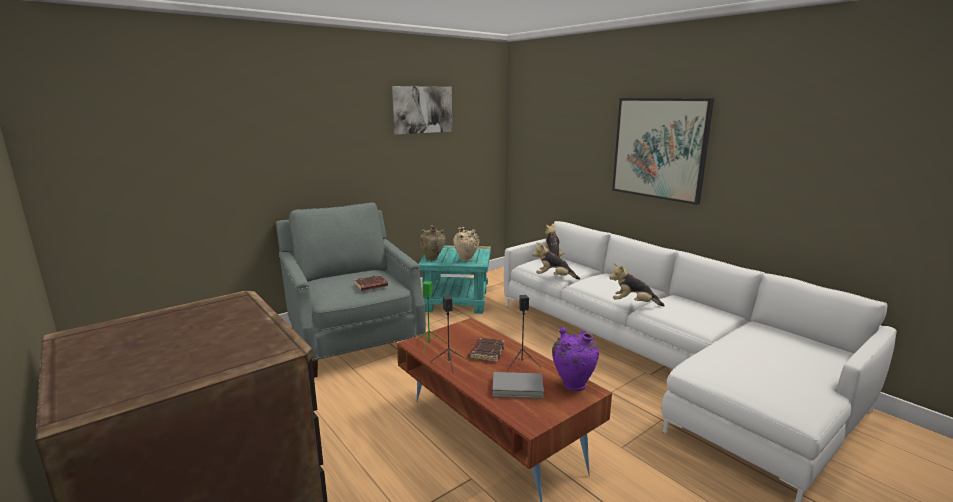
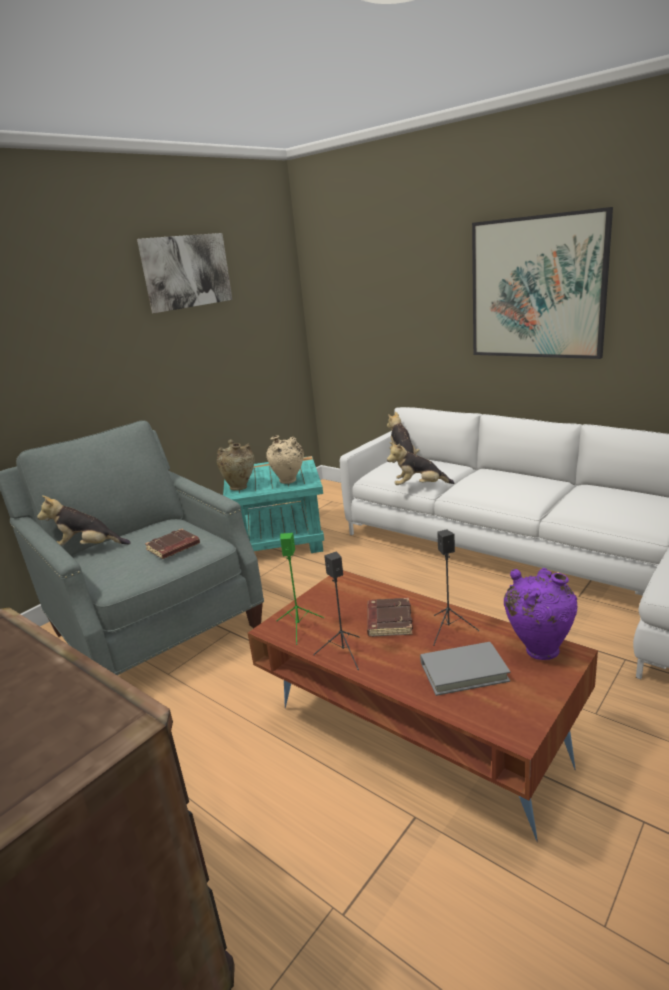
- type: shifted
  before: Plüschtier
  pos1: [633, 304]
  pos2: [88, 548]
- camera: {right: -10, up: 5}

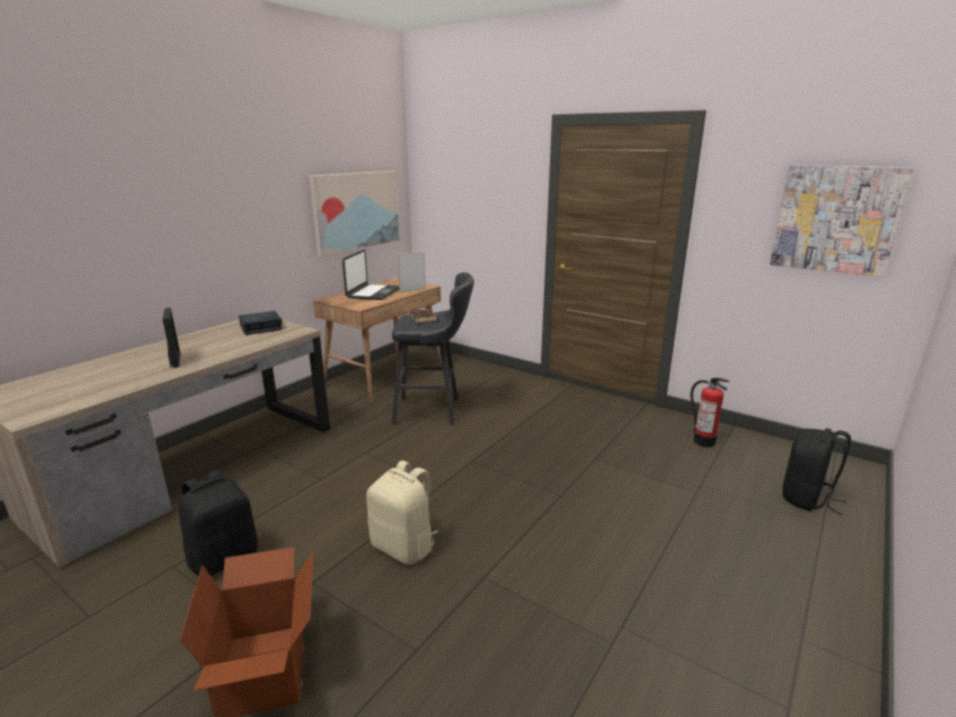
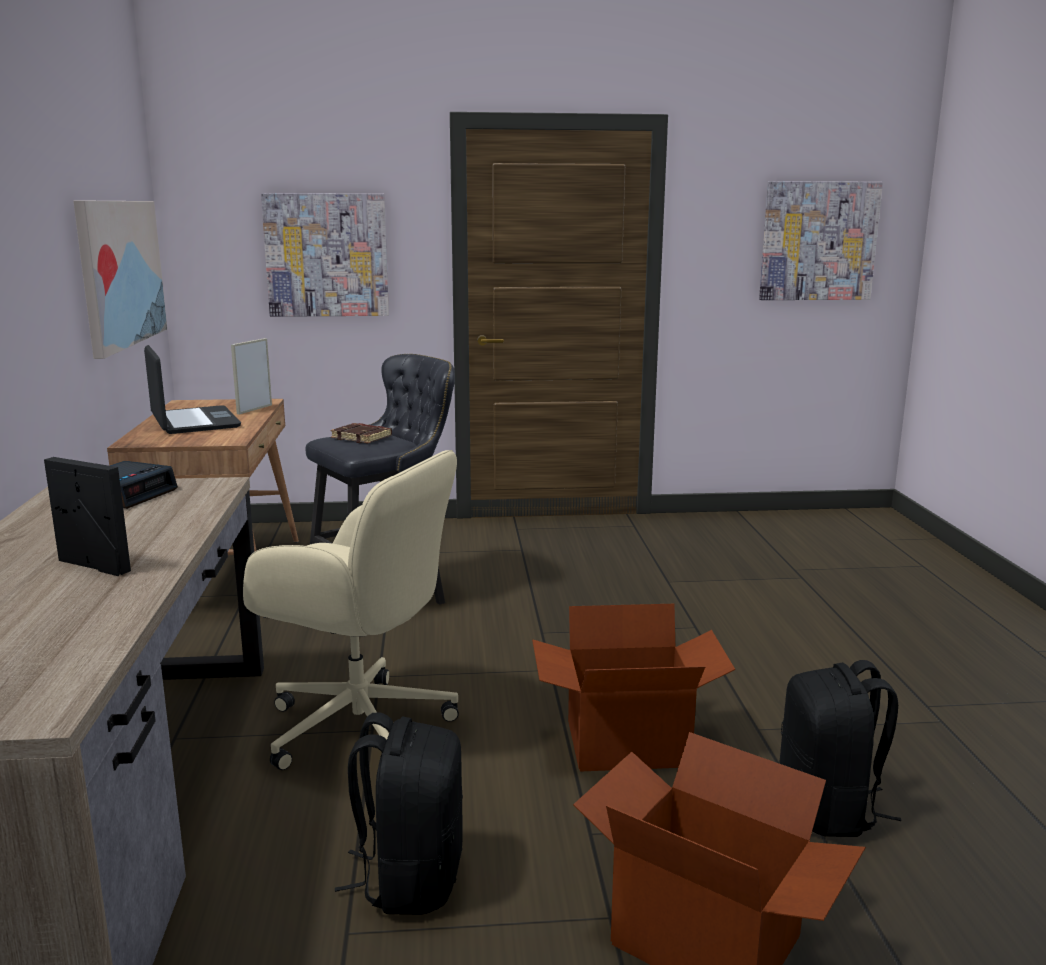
- type: new
  after: Bürostuhl/beige
  pos2: [358, 728]
- type: new
  after: Bild
  pos2: [326, 255]
- type: swapped
  before: Rucksack/beige
  after: Karton
  pos1: [404, 547]
  pos2: [627, 745]
- type: shifted
  before: Rucksack/schwarz
  pos1: [807, 498]
  pos2: [829, 809]
- type: gone
  before: Feuerlöscher
  pos1: [704, 441]
- camera: {right: -40, up: -5}

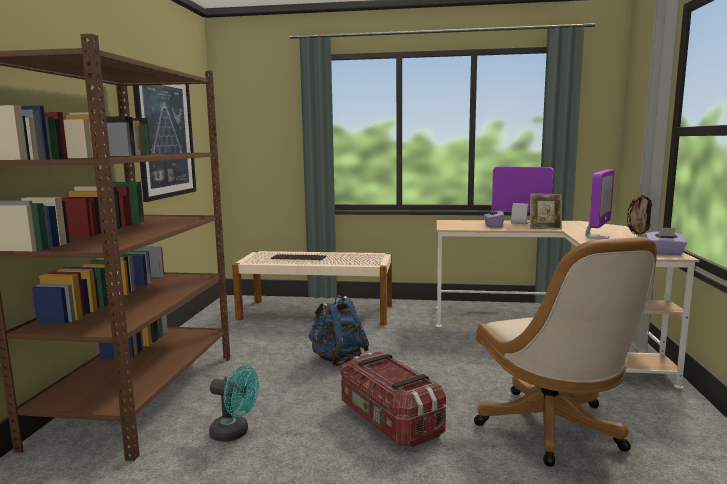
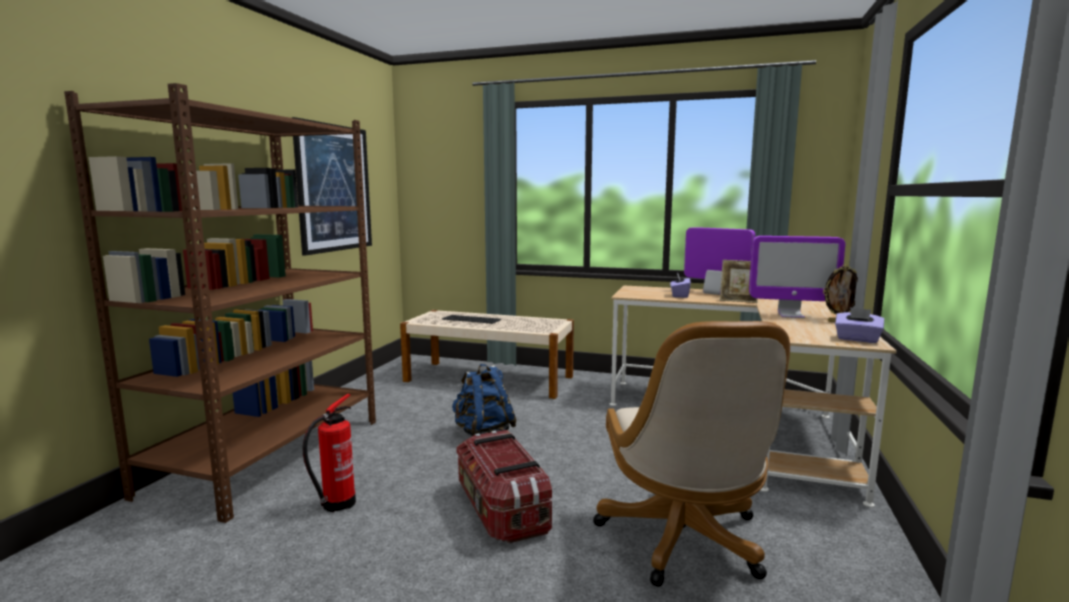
- type: swapped
  before: Ventilator/türkis
  after: Feuerlöscher
  pos1: [235, 433]
  pos2: [336, 505]
- type: rotated
  before: Monitor
  pos1: [597, 237]
  pos2: [790, 315]
  turn: 60
- camera: {right: 10, up: 0}

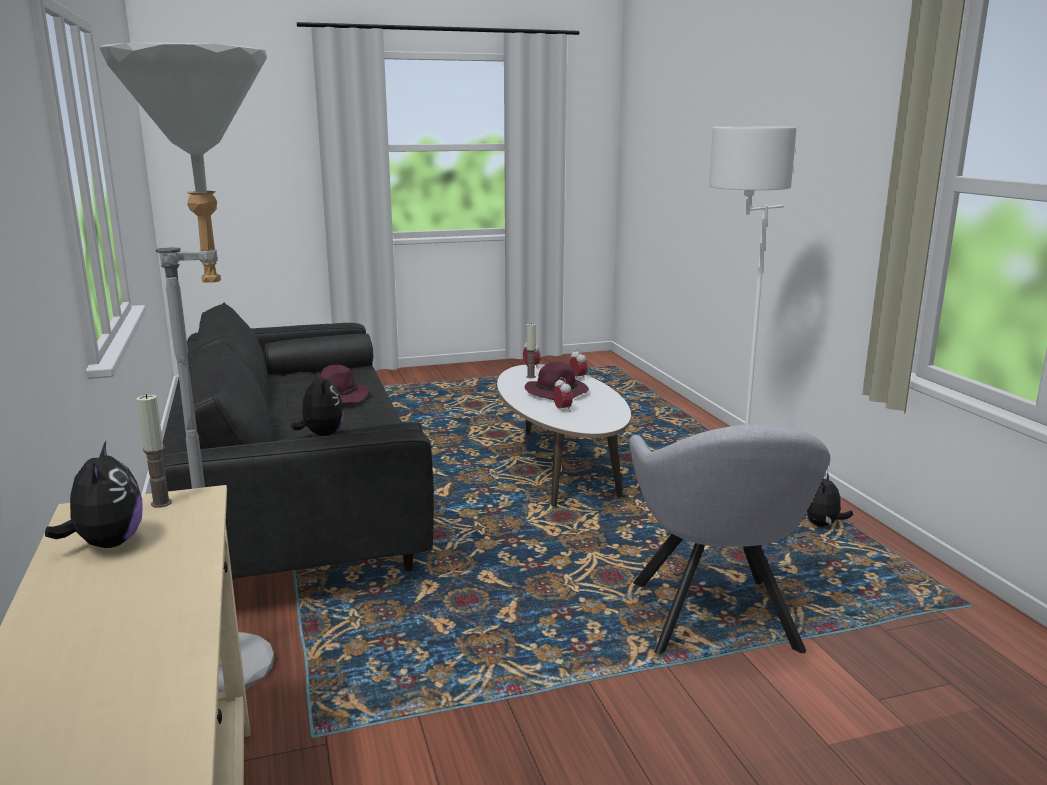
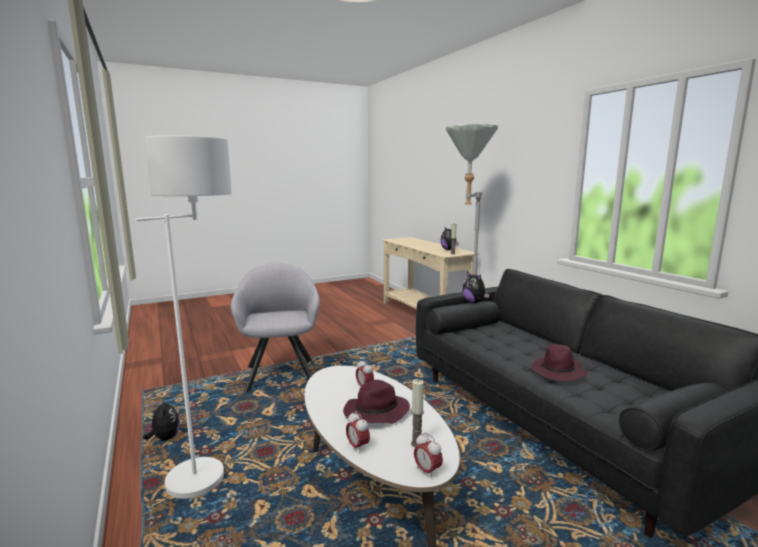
- type: rotated
  before: Plüschtier
  pos1: [823, 525]
  pos2: [165, 438]
  turn: -45
- camera: {right: 170, up: -5}

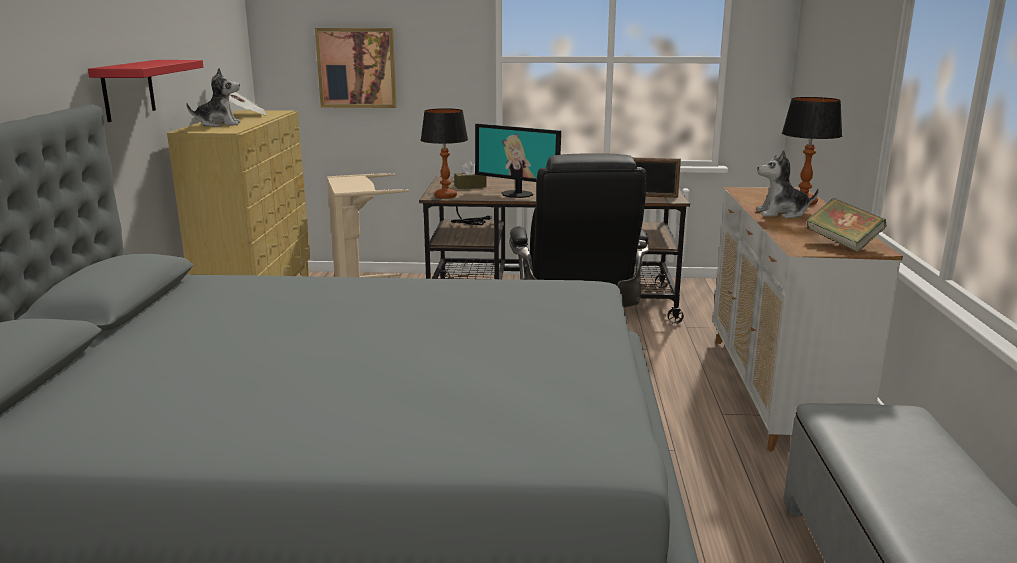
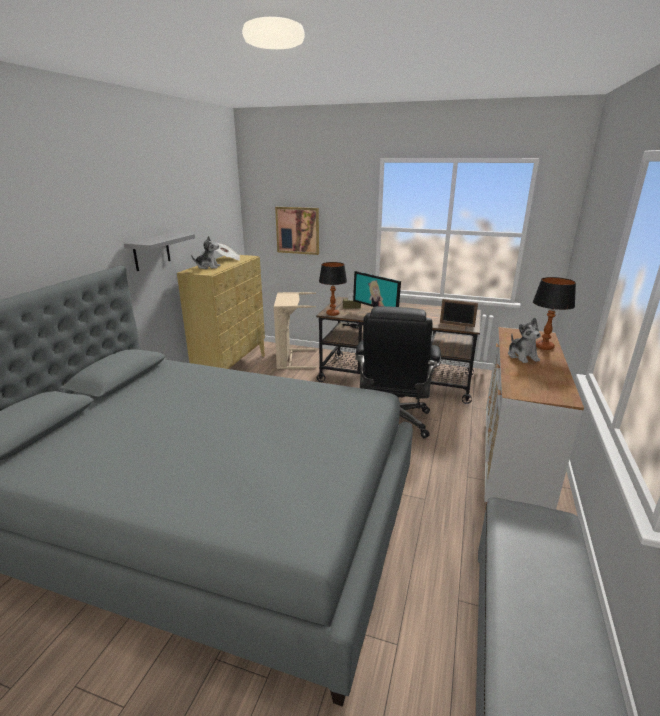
- type: repainted
  before: Wandregal/rot
  after: Wandregal/grau
  pos1: [128, 90]
  pos2: [151, 251]
- type: rotated
  before: Plüschtier
  pos1: [782, 214]
  pos2: [522, 356]
  turn: -120
- type: gone
  before: Buch
  pos1: [842, 243]
- camera: {right: 15, up: 5}

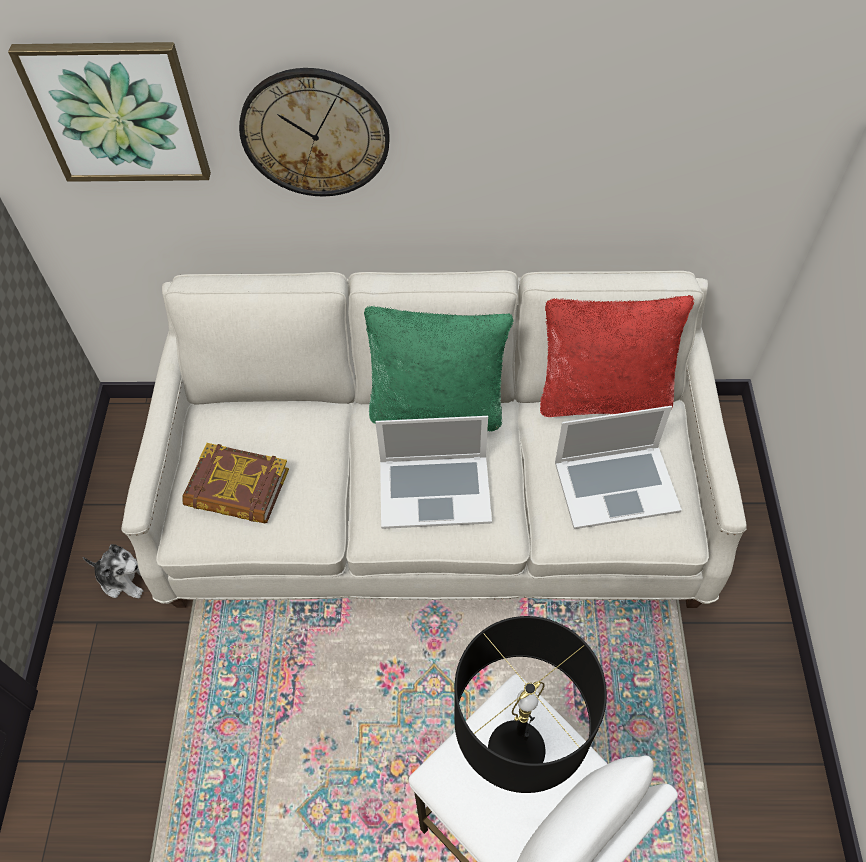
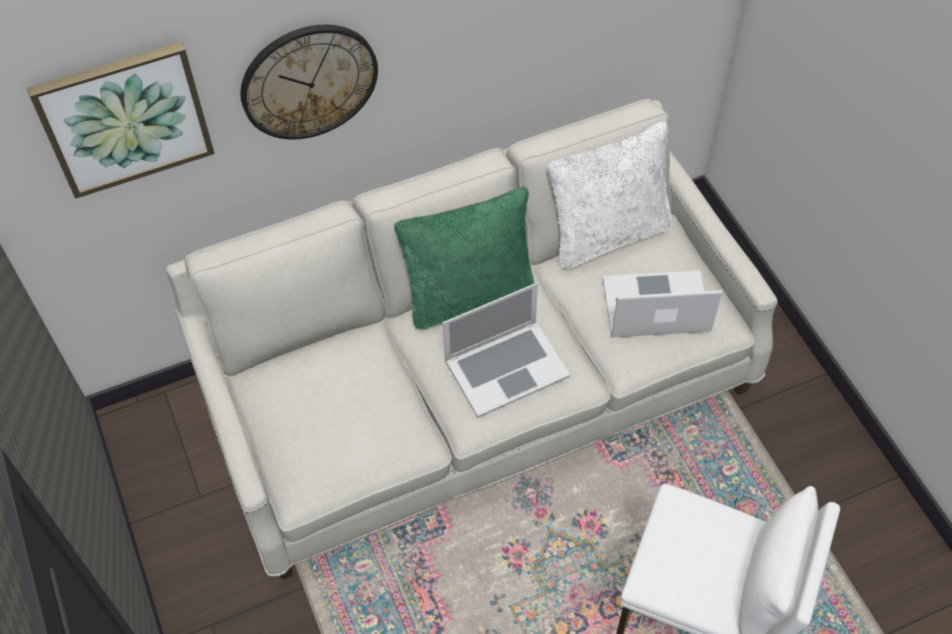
- type: repainted
  before: Kissen/rot
  after: Kissen/weiß
  pos1: [604, 400]
  pos2: [609, 236]
- type: rotated
  before: Laptop
  pos1: [616, 485]
  pos2: [656, 306]
  turn: -150
- type: gone
  before: Plüschtier
  pos1: [124, 578]
- type: gone
  before: Buch
  pos1: [237, 489]
- type: gone
  before: Tischlampe/schwarz
  pos1: [515, 751]
- camera: {right: -25, up: 0}

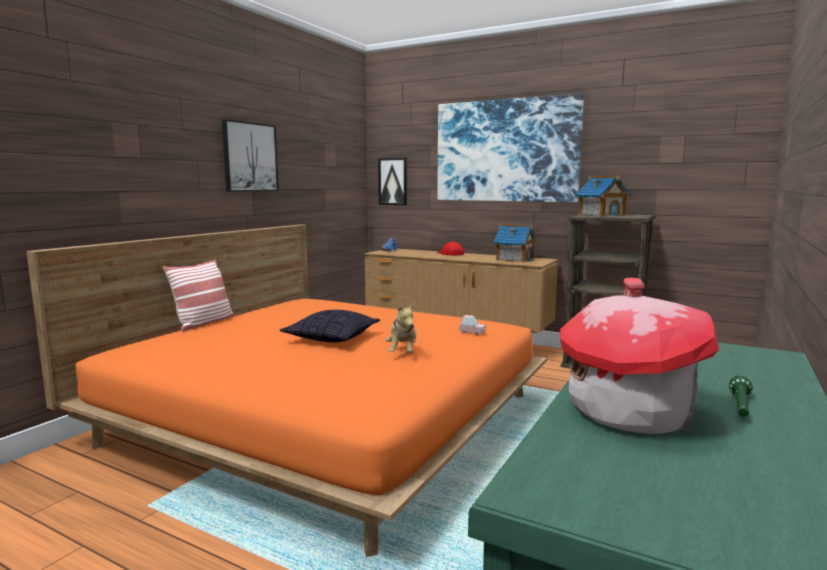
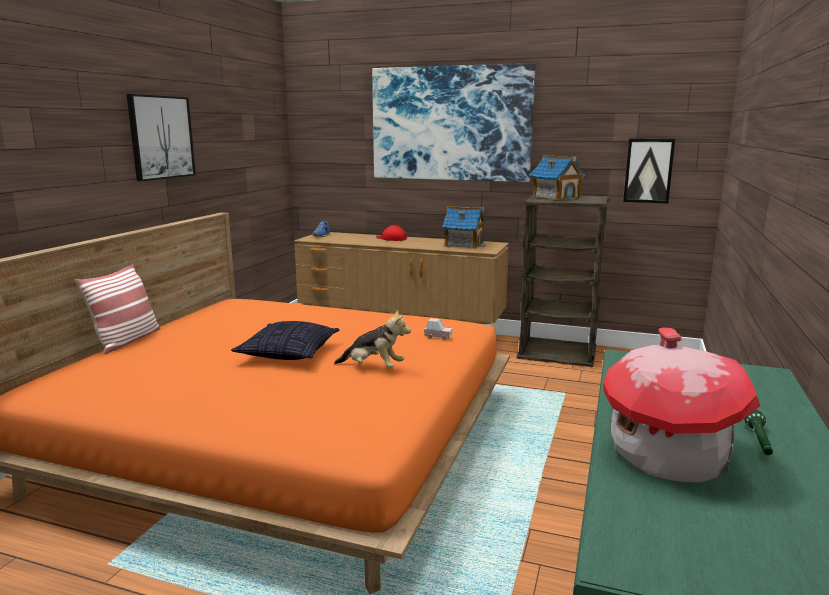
- type: rotated
  before: Plüschtier
  pos1: [402, 352]
  pos2: [373, 367]
  turn: -60
- type: shifted
  before: Bild
  pos1: [393, 181]
  pos2: [648, 170]
- camera: {right: -10, up: 5}

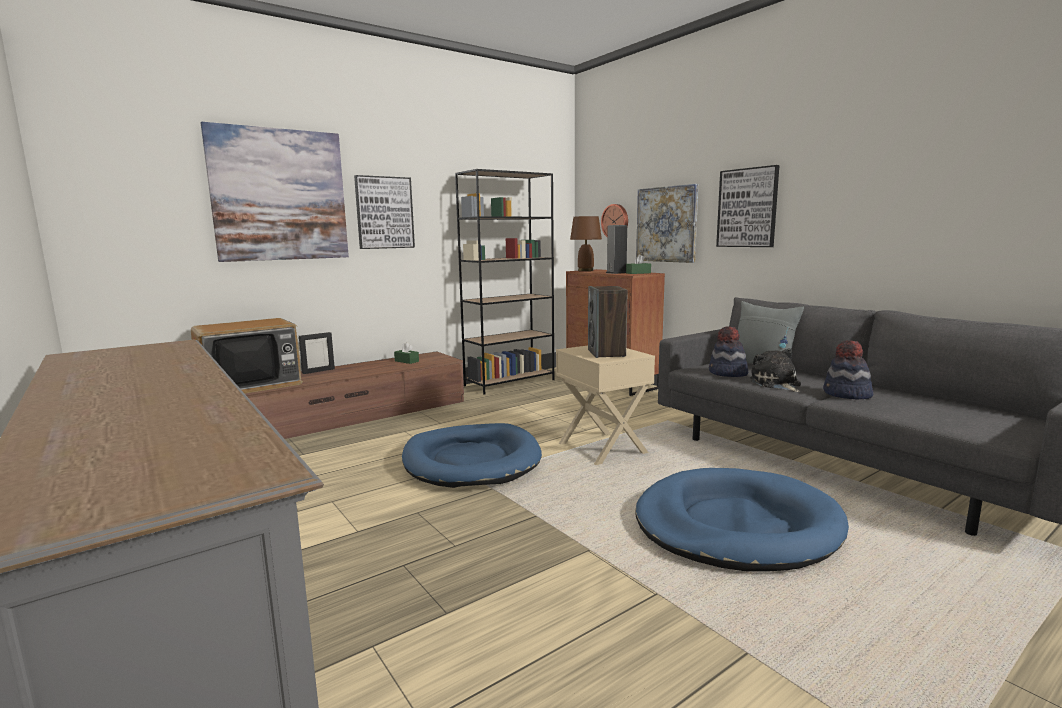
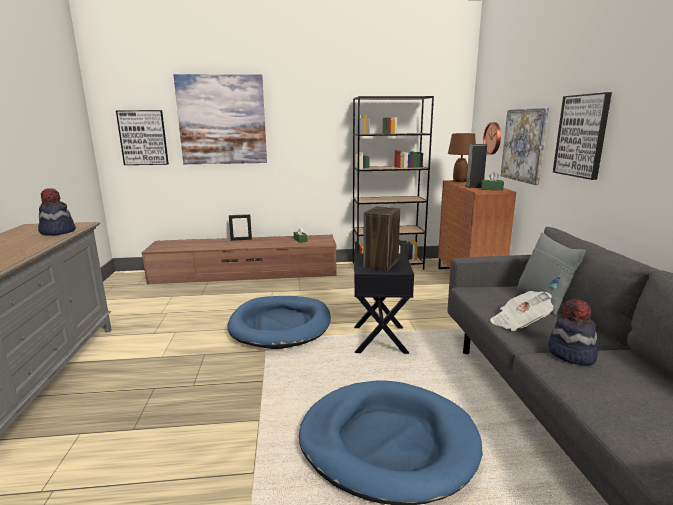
- type: shifted
  before: Hut
  pos1: [727, 373]
  pos2: [57, 232]
- type: shifted
  before: Bild
  pos1: [384, 212]
  pos2: [143, 138]
- type: repainted
  before: Beistelltisch/beige
  after: Beistelltisch/schwarz
  pos1: [601, 448]
  pos2: [379, 339]
- type: swapped
  before: Plüschtier
  after: Zeitung
  pos1: [776, 384]
  pos2: [519, 323]
- type: gone
  before: Fernseher
  pos1: [251, 385]
- camera: {right: 30, up: 5}

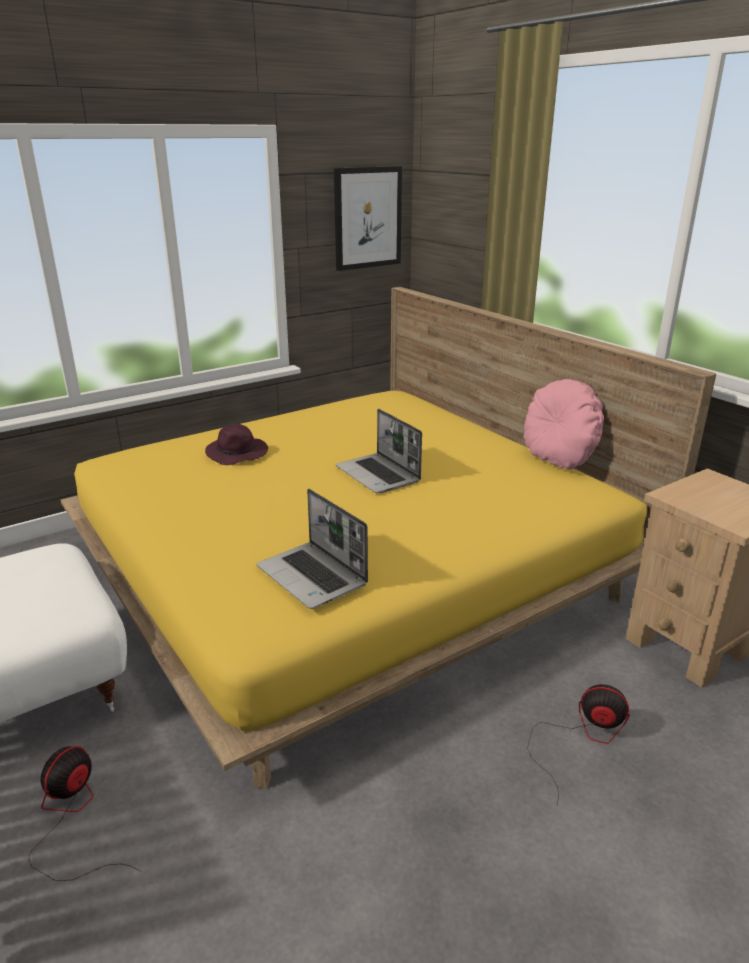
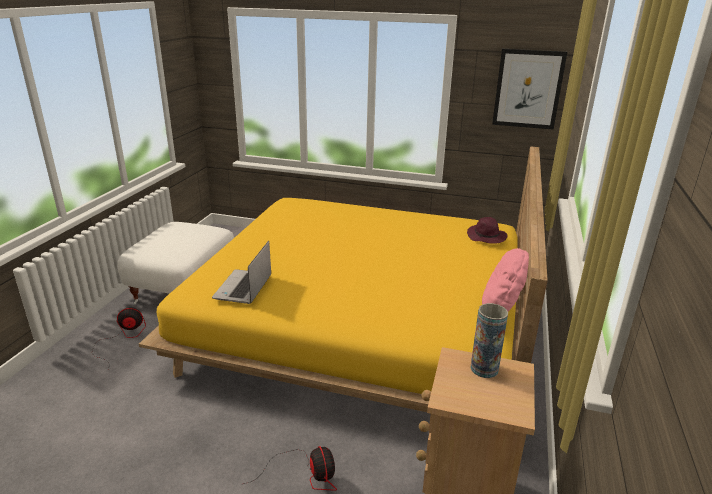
- type: shifted
  before: Hut/lila
  pos1: [238, 454]
  pos2: [486, 237]
- type: new
  after: Vase
  pos2: [484, 369]
- type: gone
  before: Laptop
  pos1: [379, 475]
- camera: {right: 50, up: 0}

